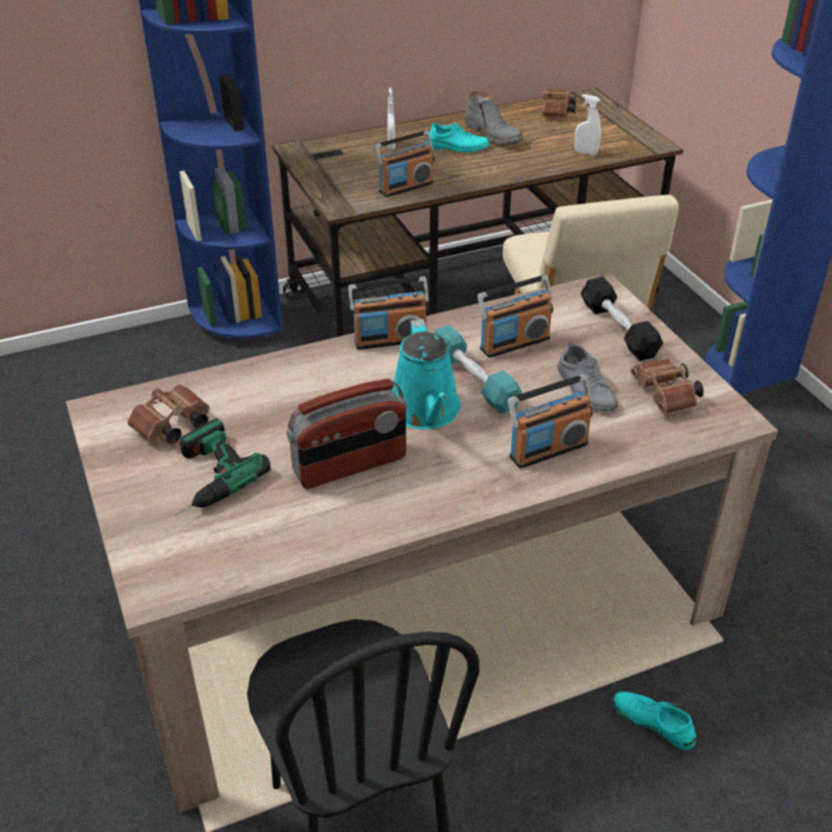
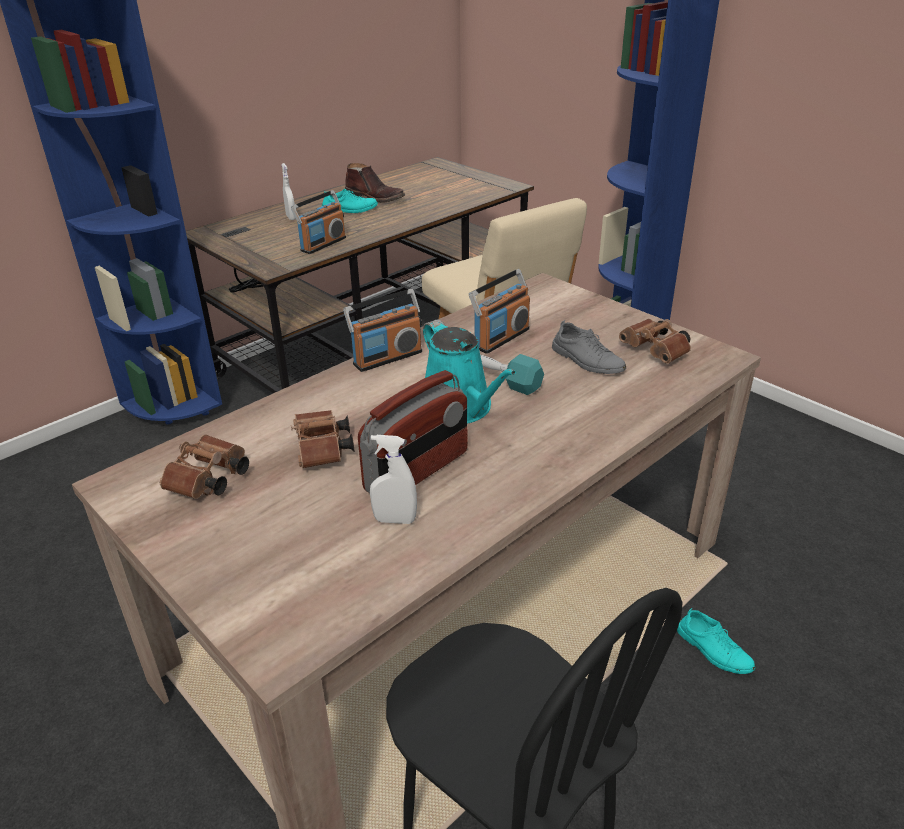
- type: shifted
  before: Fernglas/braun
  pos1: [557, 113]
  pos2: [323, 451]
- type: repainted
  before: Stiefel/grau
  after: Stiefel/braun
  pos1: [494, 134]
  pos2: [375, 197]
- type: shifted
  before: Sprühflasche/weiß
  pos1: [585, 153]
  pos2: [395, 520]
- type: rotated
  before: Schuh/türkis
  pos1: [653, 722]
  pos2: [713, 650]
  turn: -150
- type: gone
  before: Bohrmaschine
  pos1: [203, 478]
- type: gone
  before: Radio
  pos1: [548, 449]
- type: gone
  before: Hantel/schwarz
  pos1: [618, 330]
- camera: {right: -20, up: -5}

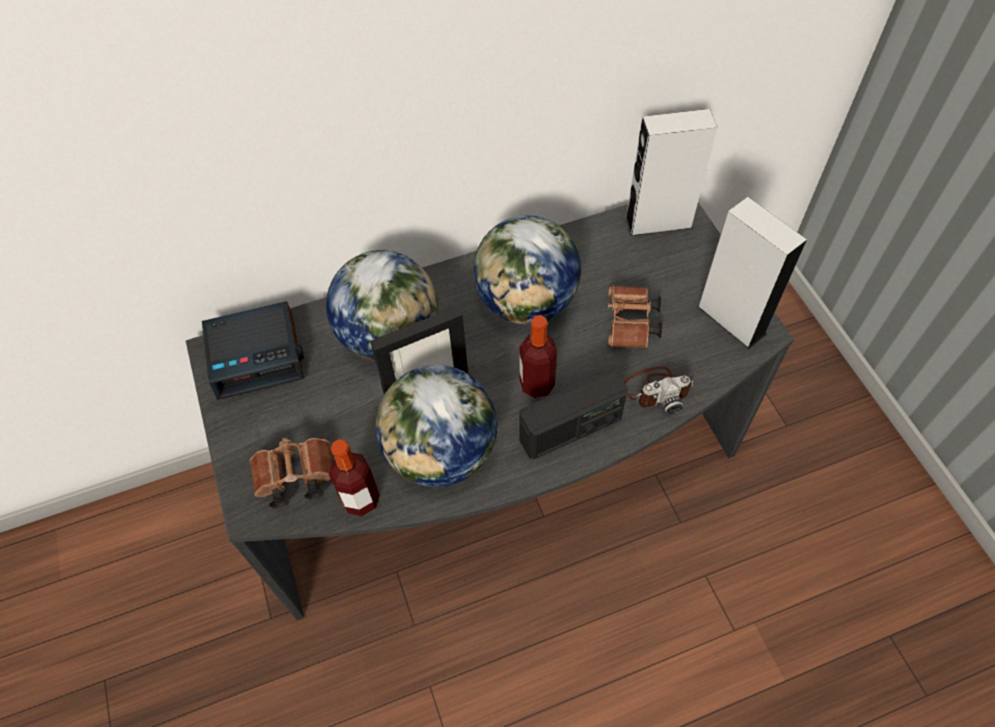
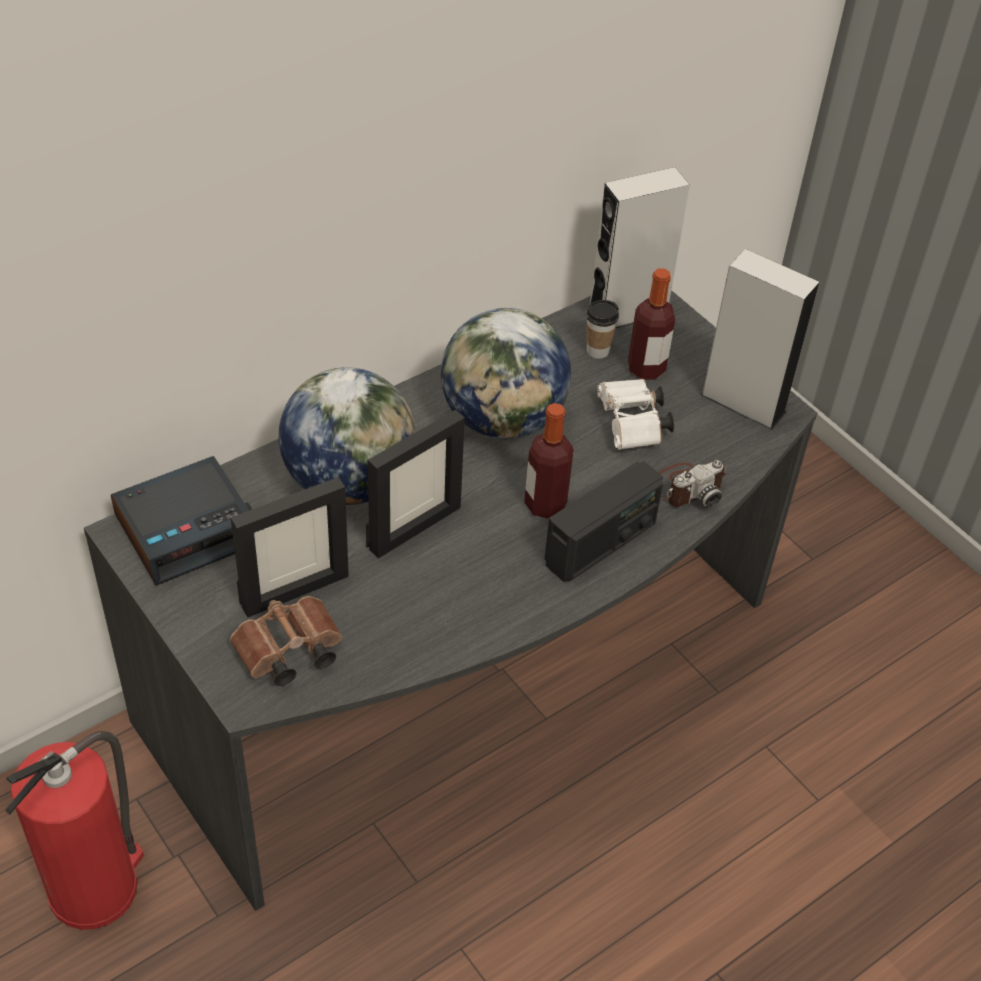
- type: new
  after: Feuerlöscher
  pos2: [96, 887]
- type: new
  after: Bilderrahmen
  pos2: [294, 590]
- type: new
  after: Tasse
  pos2: [597, 351]
- type: repainted
  before: Fernglas/braun
  after: Fernglas/weiß
  pos1: [630, 325]
  pos2: [632, 426]
- type: shifted
  before: Flasche
  pos1: [361, 500]
  pos2: [646, 368]
- type: gone
  before: Globus
  pos1: [441, 453]
- camera: {right: -20, up: -10}

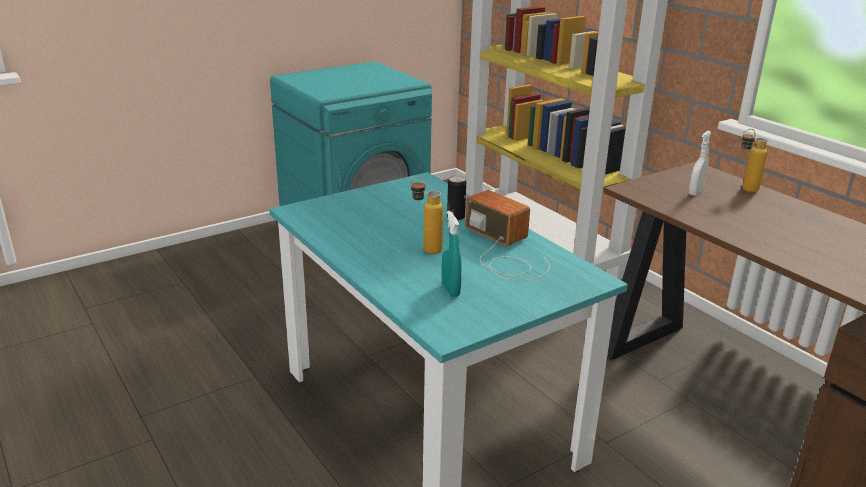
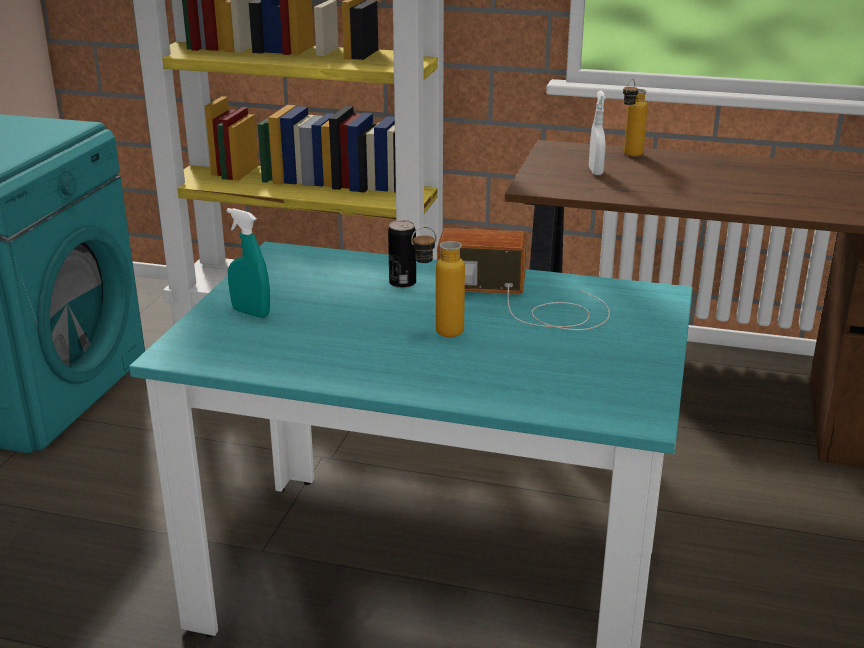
- type: shifted
  before: Sprühflasche/türkis
  pos1: [450, 290]
  pos2: [251, 313]
- camera: {right: -40, up: 0}

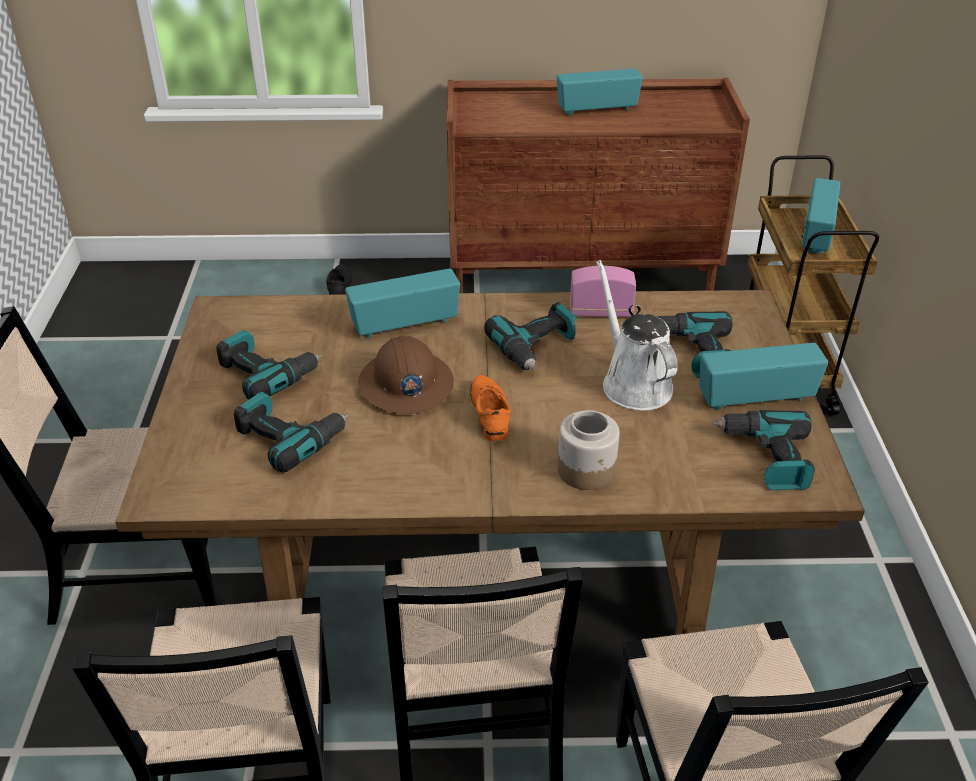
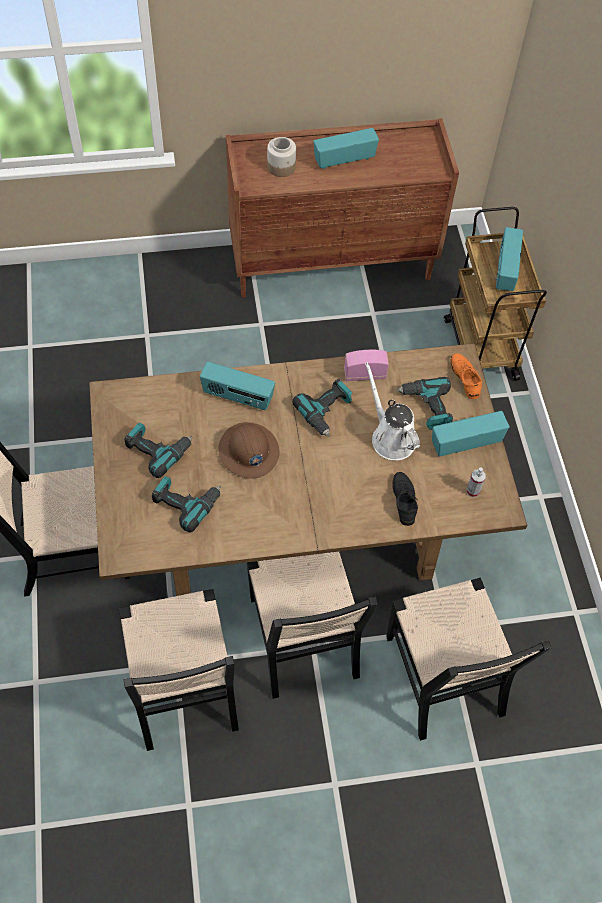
- type: rotated
  before: Radio
  pos1: [404, 324]
  pos2: [237, 397]
  turn: -135
- type: shifted
  before: Vorratsglas
  pos1: [587, 470]
  pos2: [281, 167]
- type: shifted
  before: Schuh/schwarz
  pos1: [340, 285]
  pos2: [404, 500]
- type: shifted
  before: Schuh/orange
  pos1: [490, 412]
  pos2: [465, 377]
- type: swapped
  before: Bohrmaschine
  after: Sprühflasche
  pos1: [767, 458]
  pos2: [473, 491]
- camera: {right: -10, up: 20}

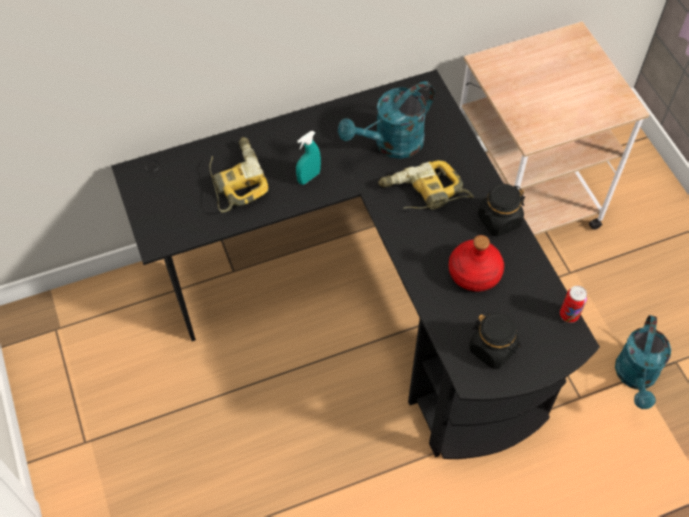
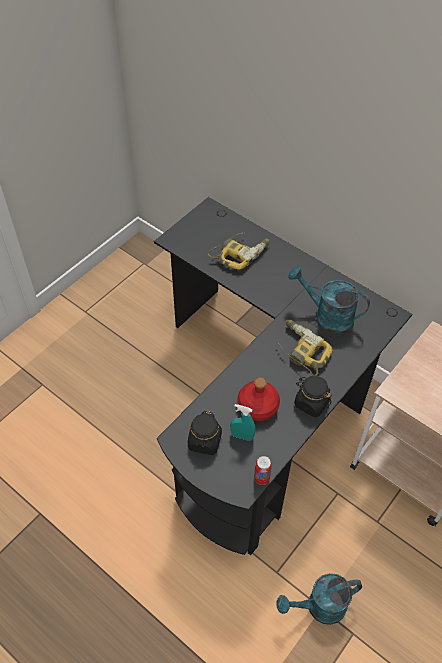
- type: shifted
  before: Sprühflasche/türkis
  pos1: [308, 177]
  pos2: [242, 436]
- camera: {right: 60, up: -5}

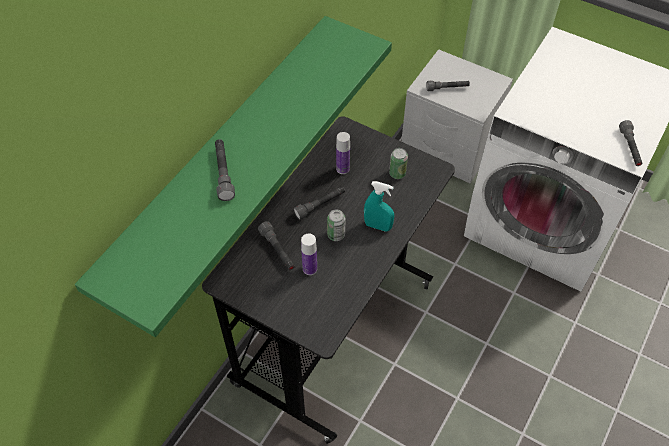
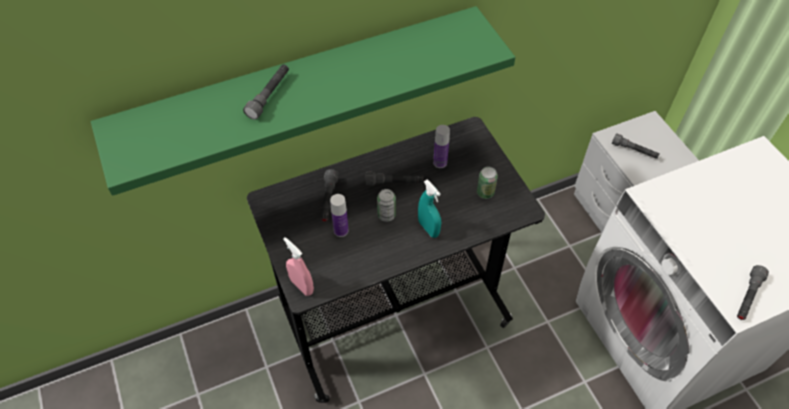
- type: new
  after: Sprühflasche/rosa
  pos2: [302, 286]
- camera: {right: 35, up: 0}

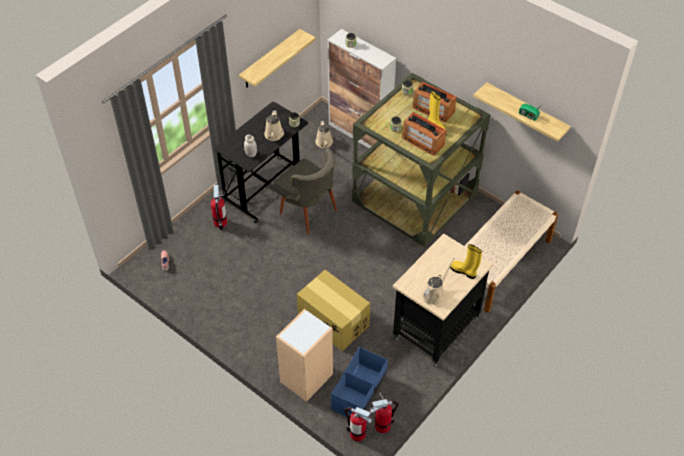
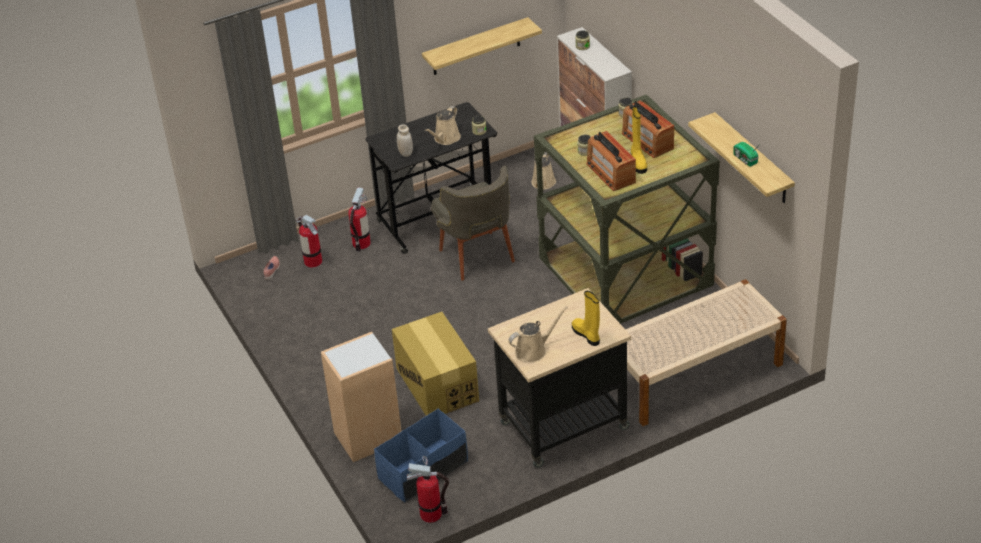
- type: shifted
  before: Feuerlöscher
  pos1: [357, 434]
  pos2: [312, 261]
- camera: {right: 25, up: -10}

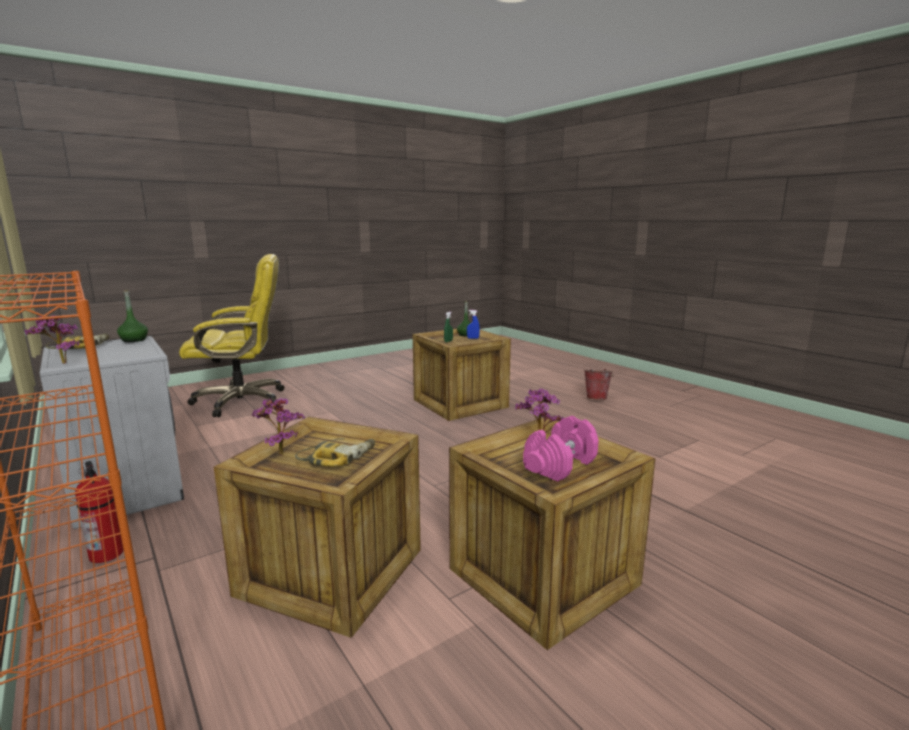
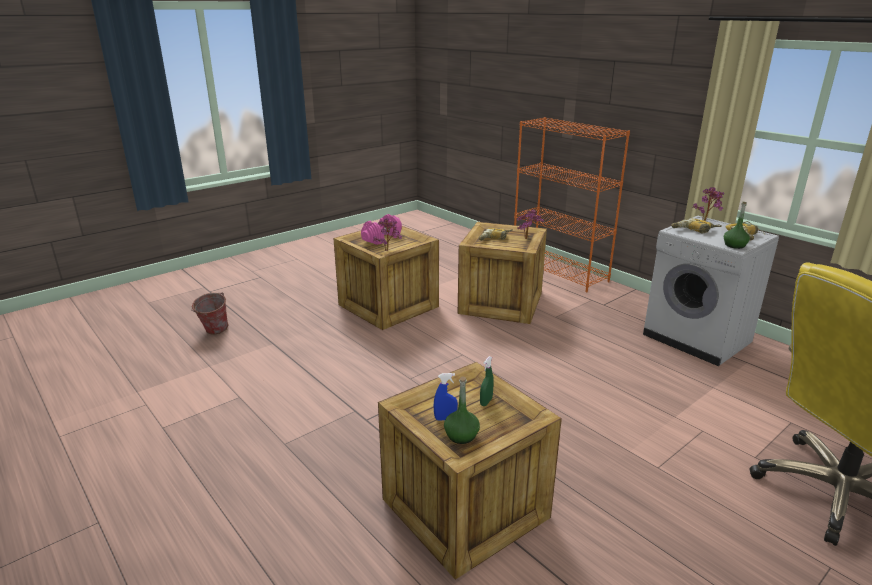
- type: shifted
  before: Eimer
  pos1: [597, 399]
  pos2: [213, 332]
- type: new
  after: Bohrmaschine
  pos2: [694, 230]
- type: gone
  before: Feuerlöscher
  pos1: [107, 554]
- camera: {right: 175, up: 10}

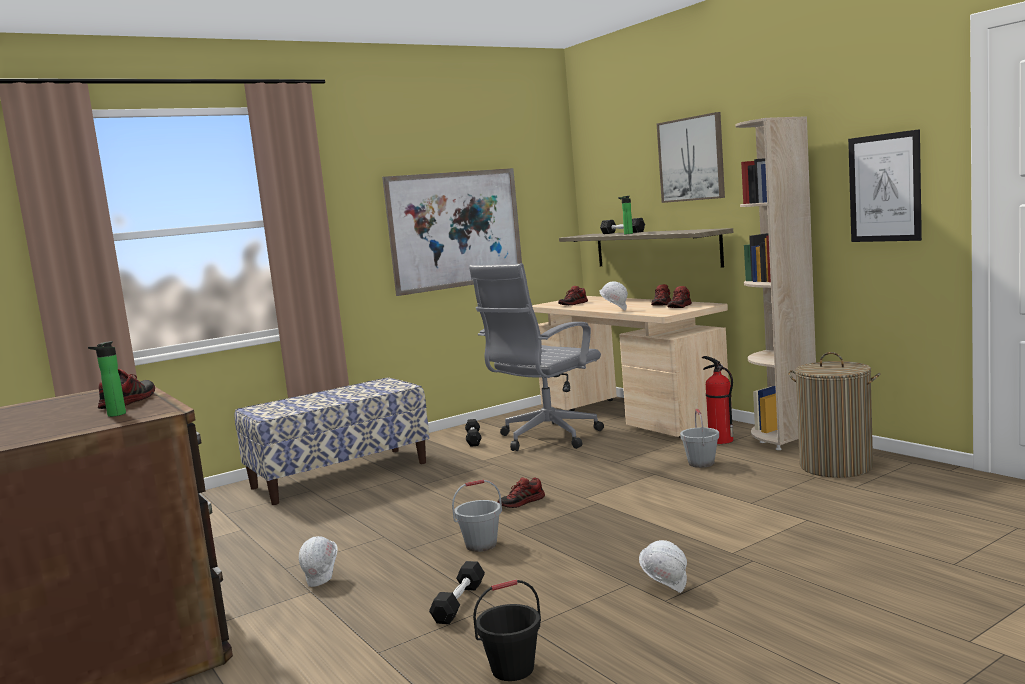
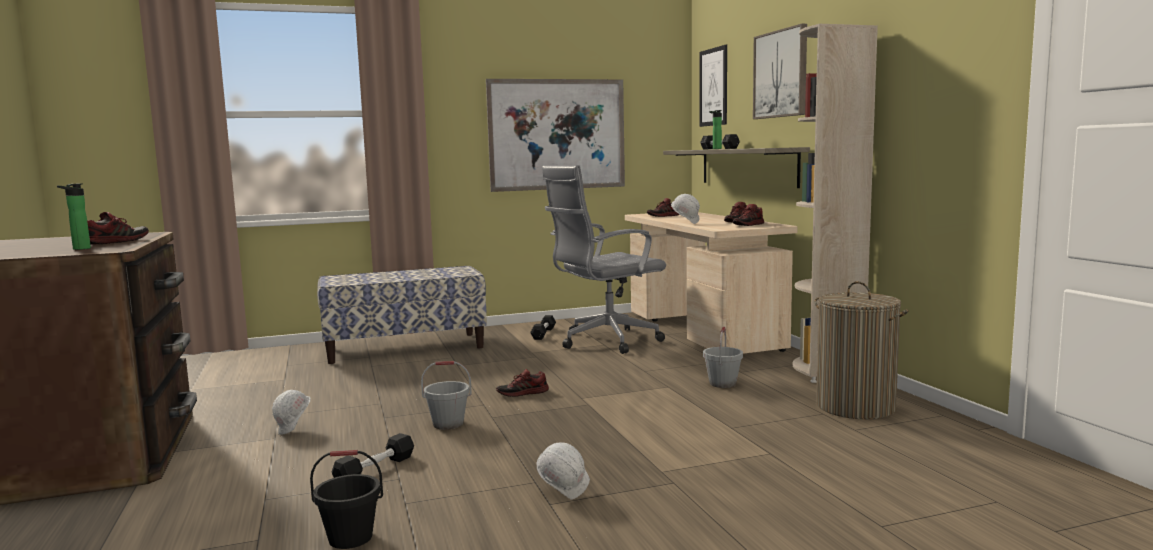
- type: shifted
  before: Bild
  pos1: [884, 188]
  pos2: [713, 87]
- type: gone
  before: Feuerlöscher
  pos1: [720, 440]
- camera: {right: 15, up: 0}

